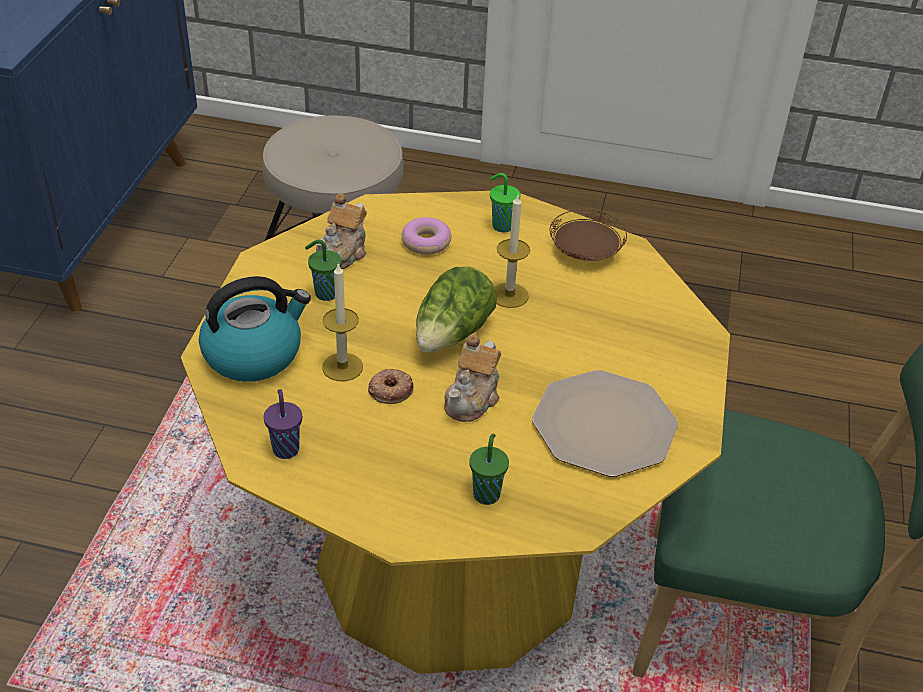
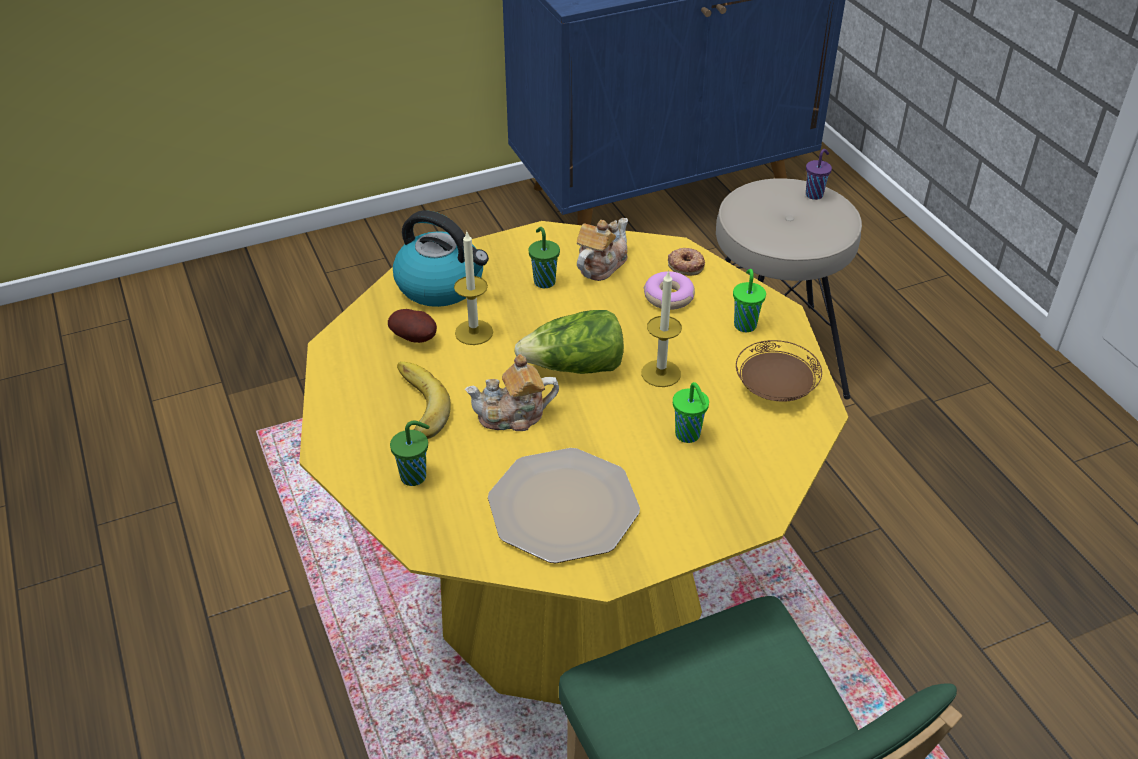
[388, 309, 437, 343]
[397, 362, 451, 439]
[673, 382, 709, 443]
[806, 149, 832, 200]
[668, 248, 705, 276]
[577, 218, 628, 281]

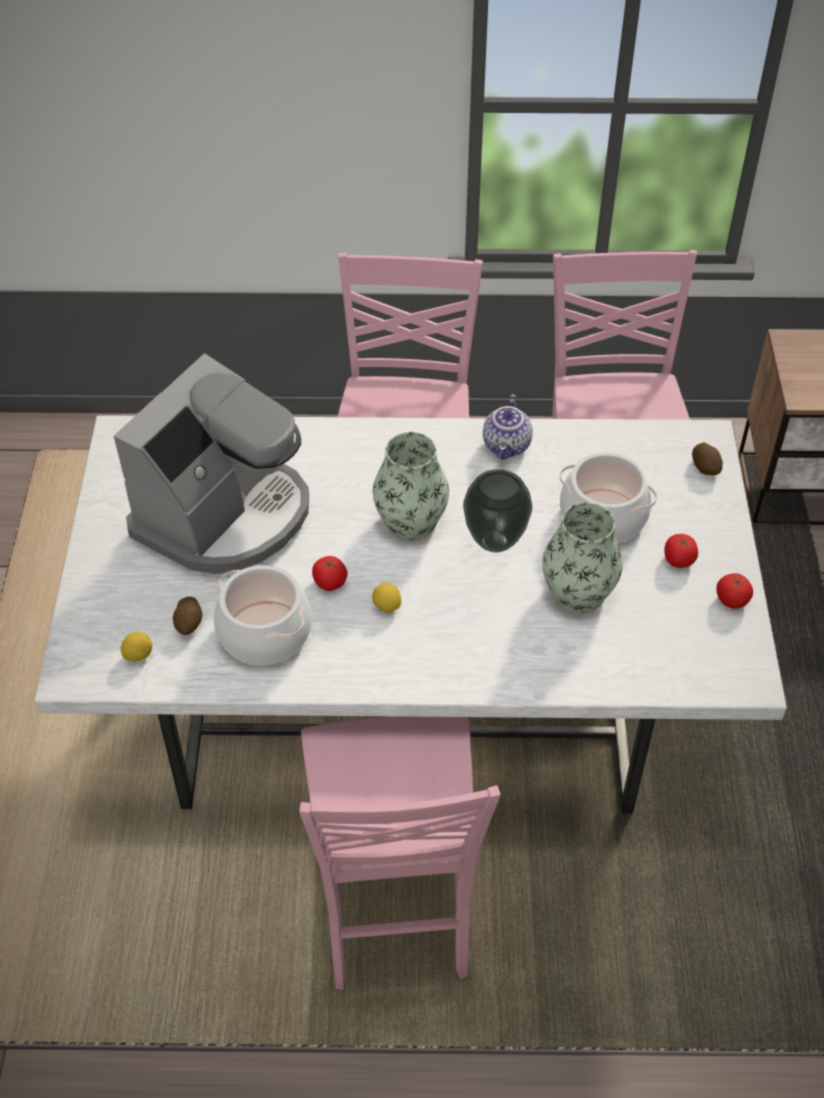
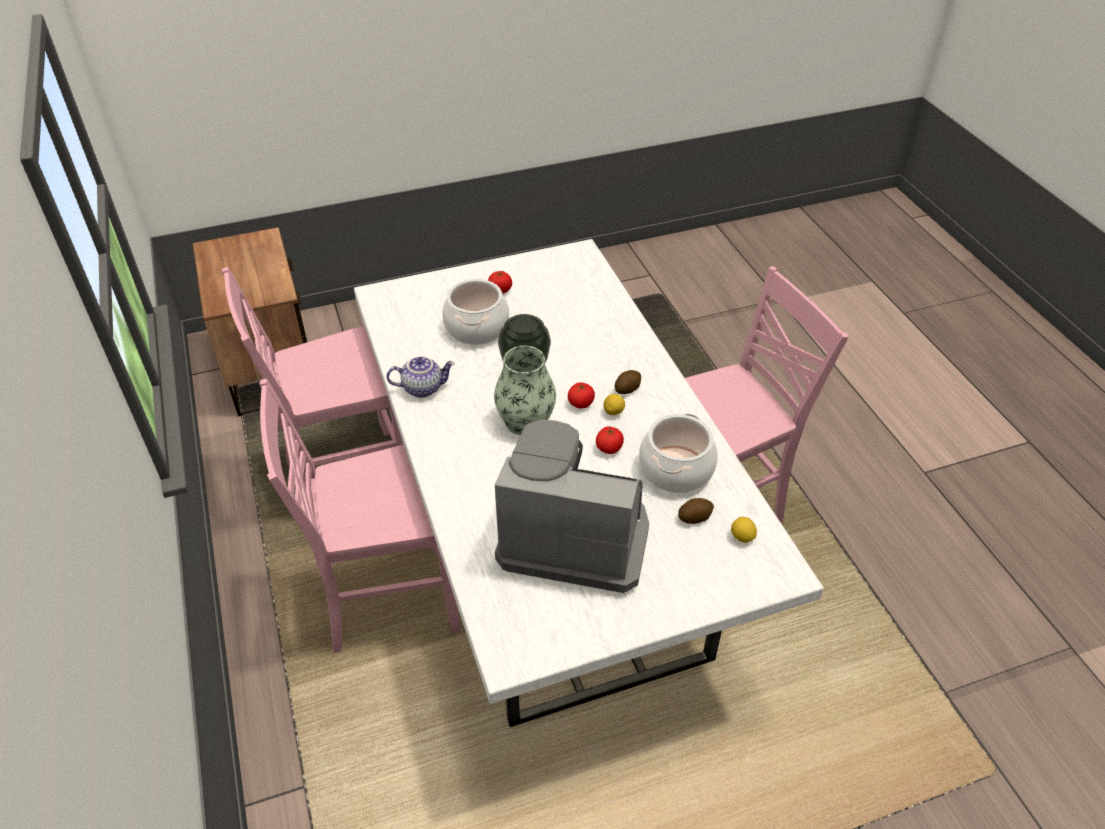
[542, 502, 623, 613] (first image)
[615, 370, 641, 394]
[568, 382, 595, 409]

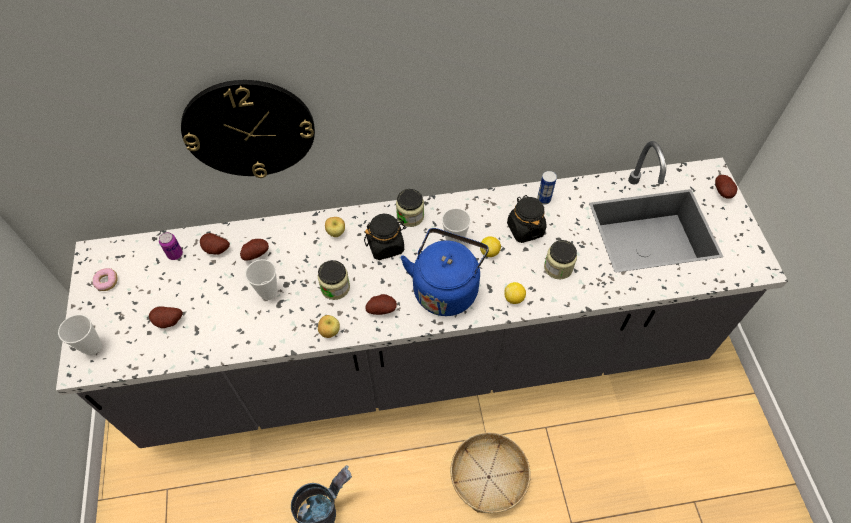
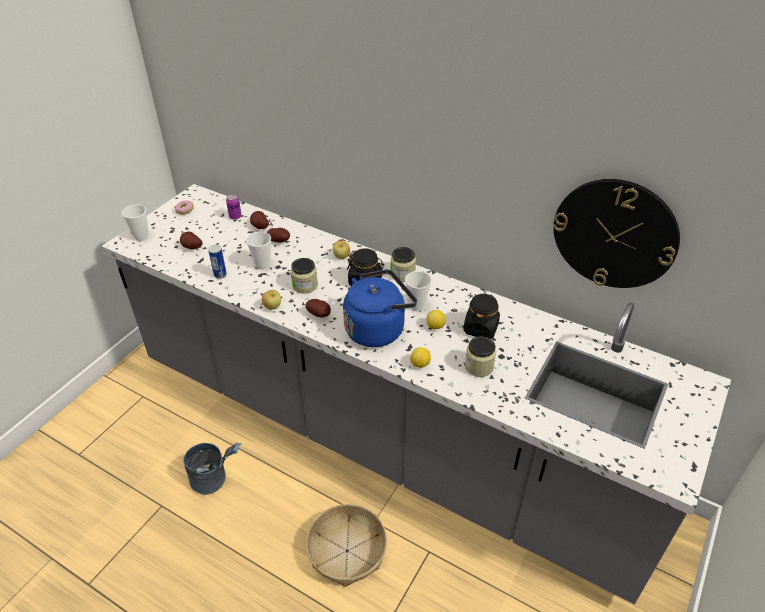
[715, 175, 737, 199] (first image)
[553, 179, 680, 288]
[208, 245, 227, 279]

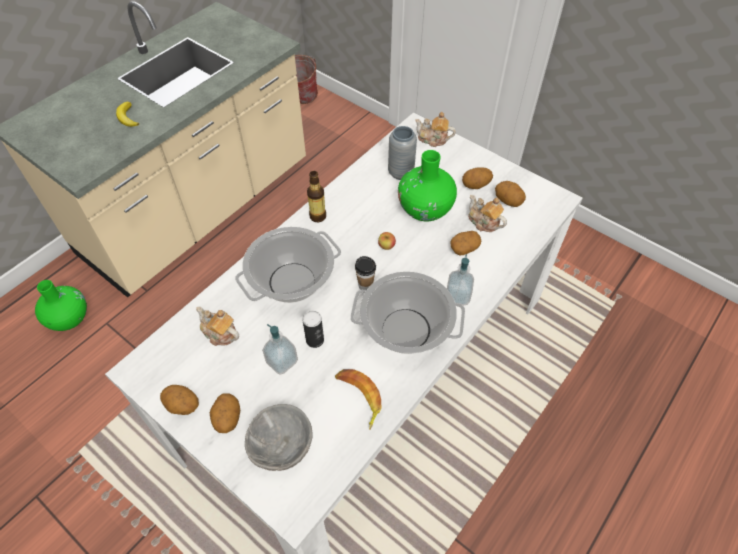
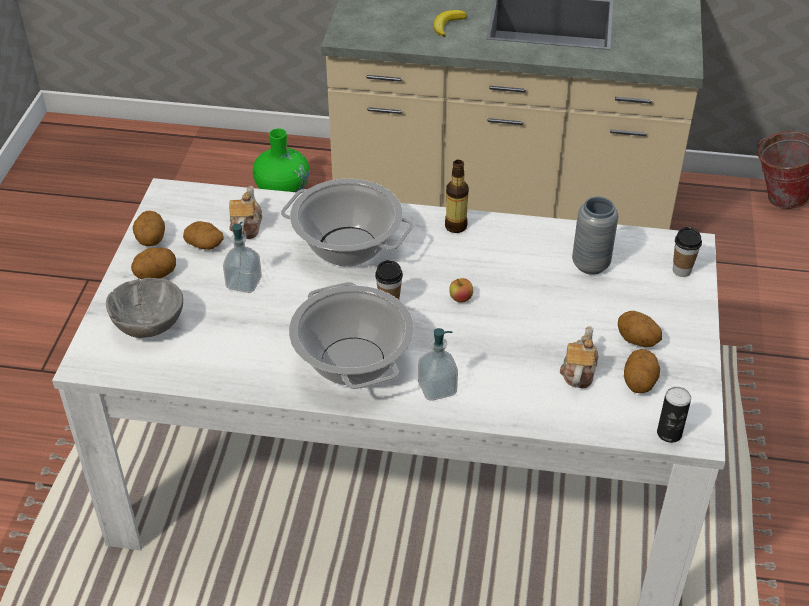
[335, 369, 382, 430] (first image)
[398, 150, 457, 221] (first image)
[657, 387, 691, 443]
[183, 221, 224, 250]
[673, 227, 702, 277]

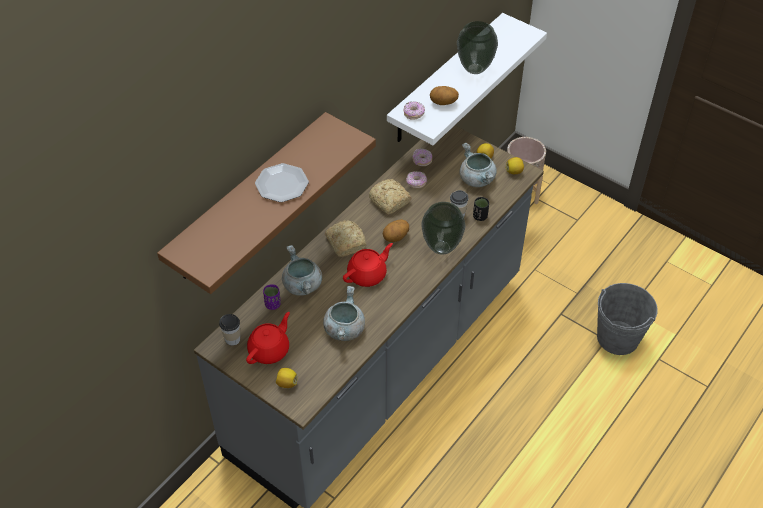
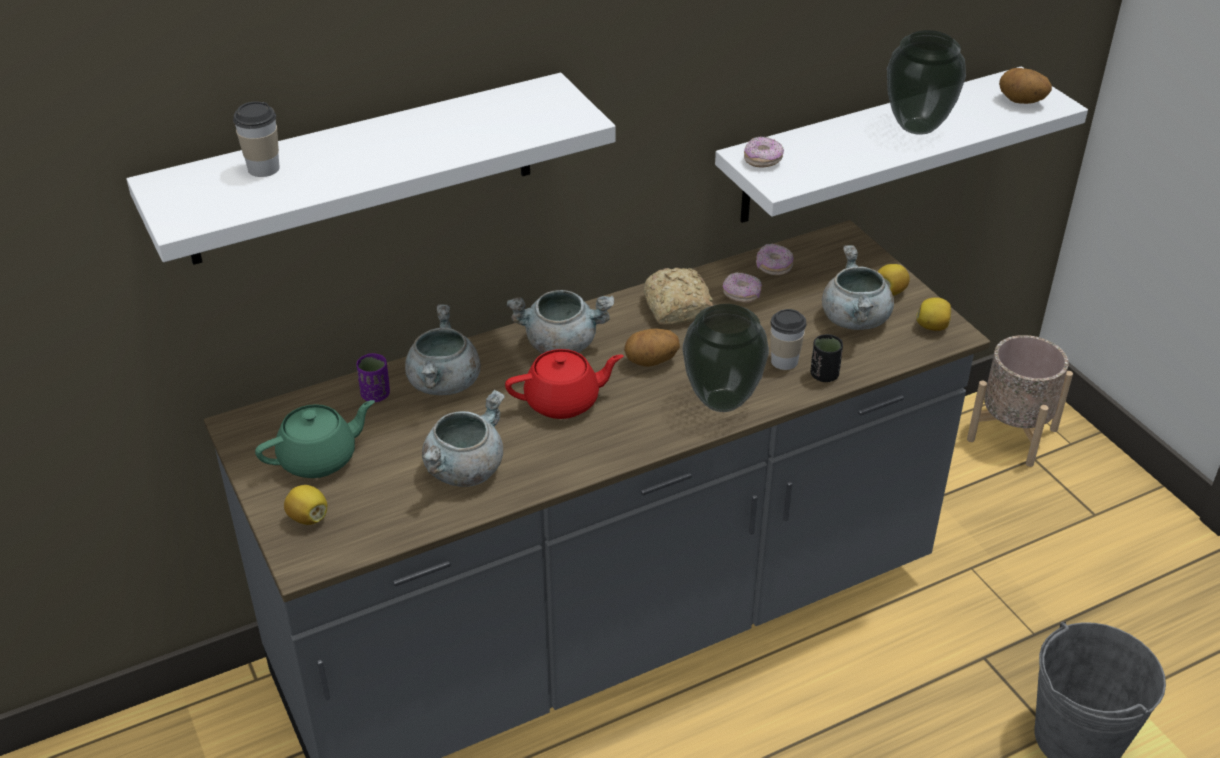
[255, 163, 309, 202] (first image)
[233, 102, 280, 177]
[999, 68, 1052, 104]
[507, 290, 614, 354]
[127, 73, 616, 265]
[255, 400, 375, 478]

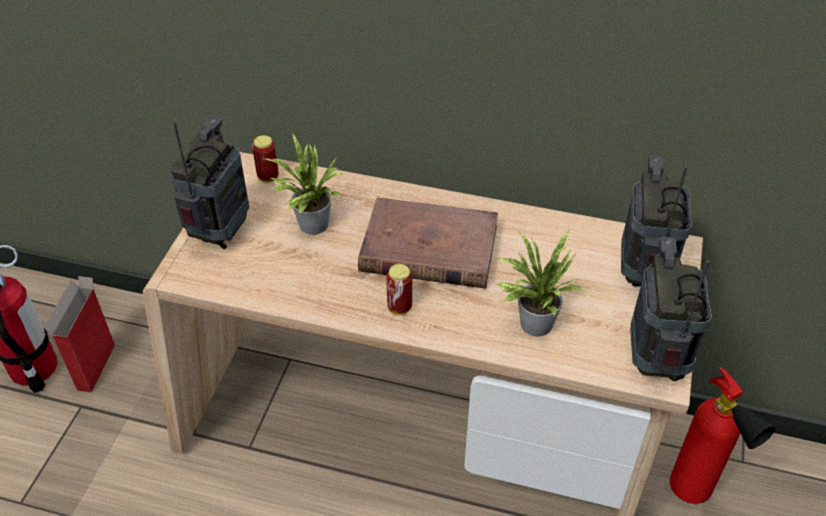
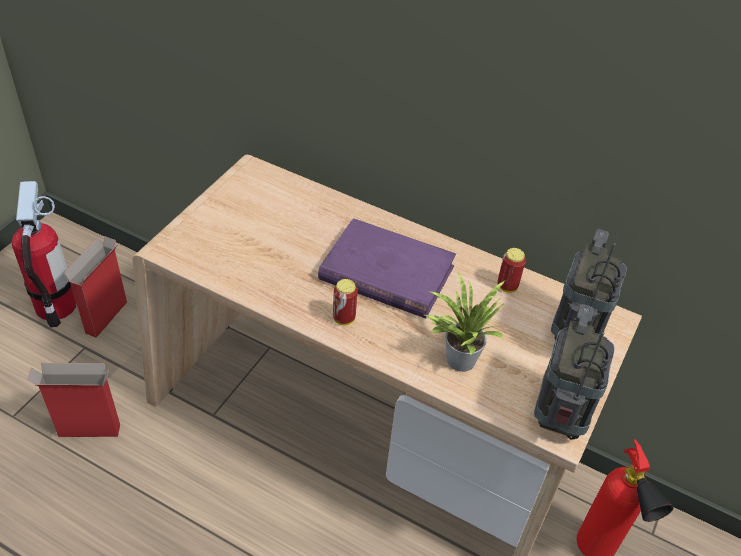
[170, 116, 249, 249] (first image)
[265, 134, 344, 235] (first image)
[27, 363, 120, 437]
[497, 248, 526, 293]
[318, 218, 456, 319]

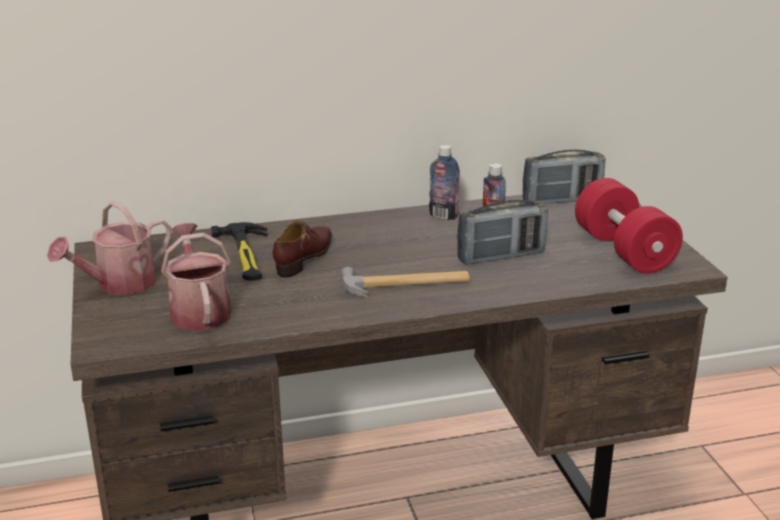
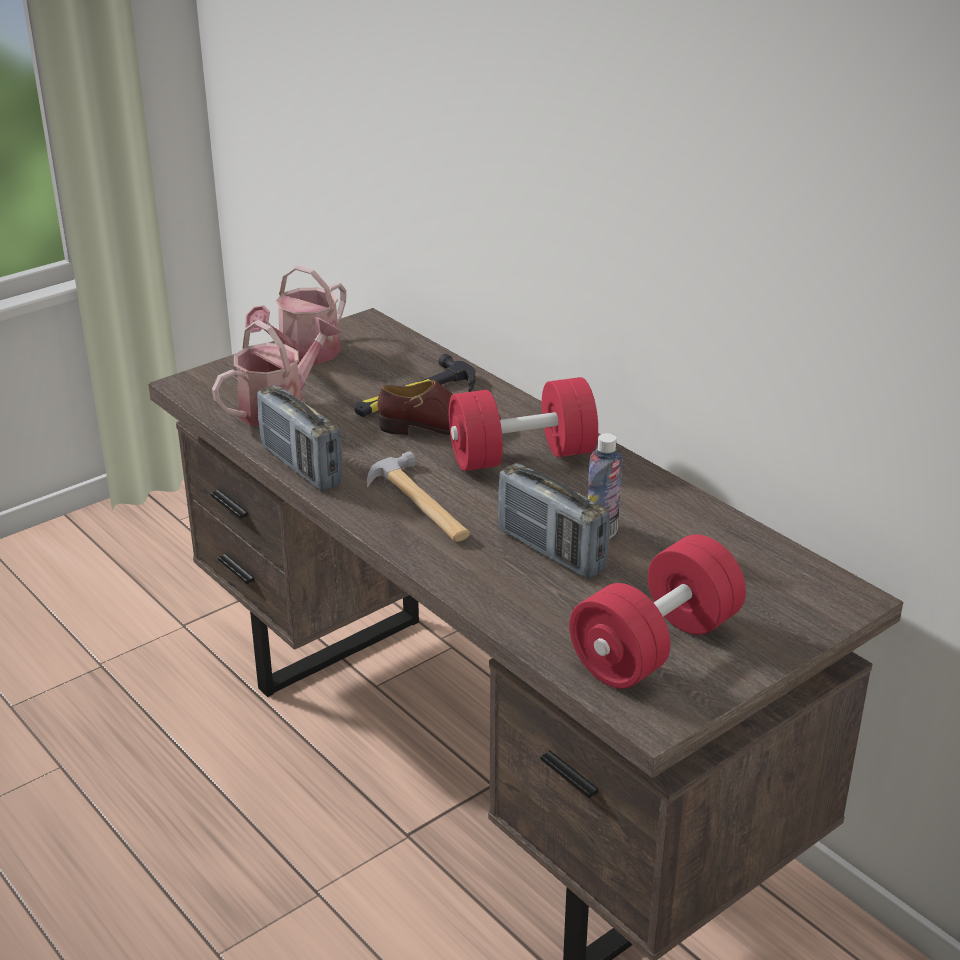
[429, 145, 460, 220] (first image)
[449, 377, 598, 471]
[257, 385, 343, 491]
[245, 266, 346, 364]

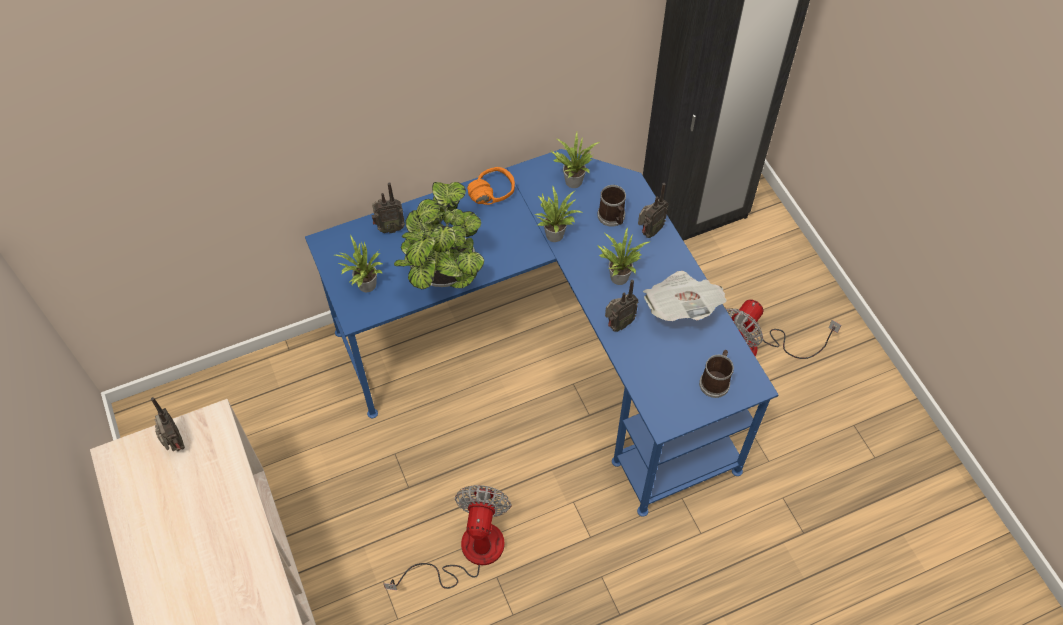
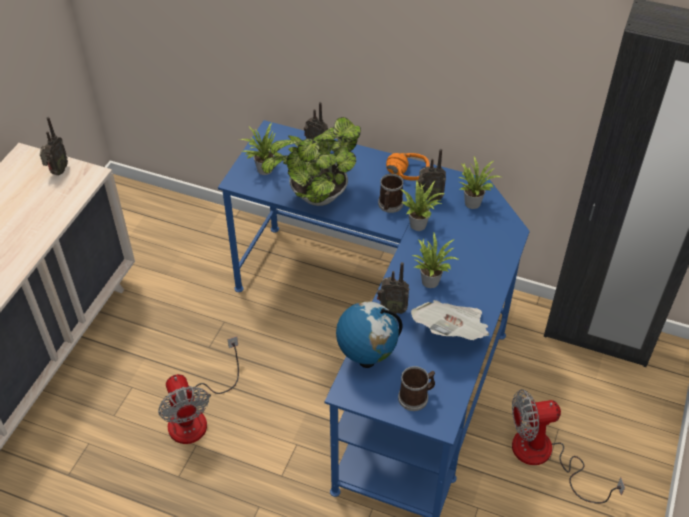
[336, 301, 403, 368]
[378, 174, 403, 213]
[417, 149, 446, 202]
[158, 336, 239, 444]

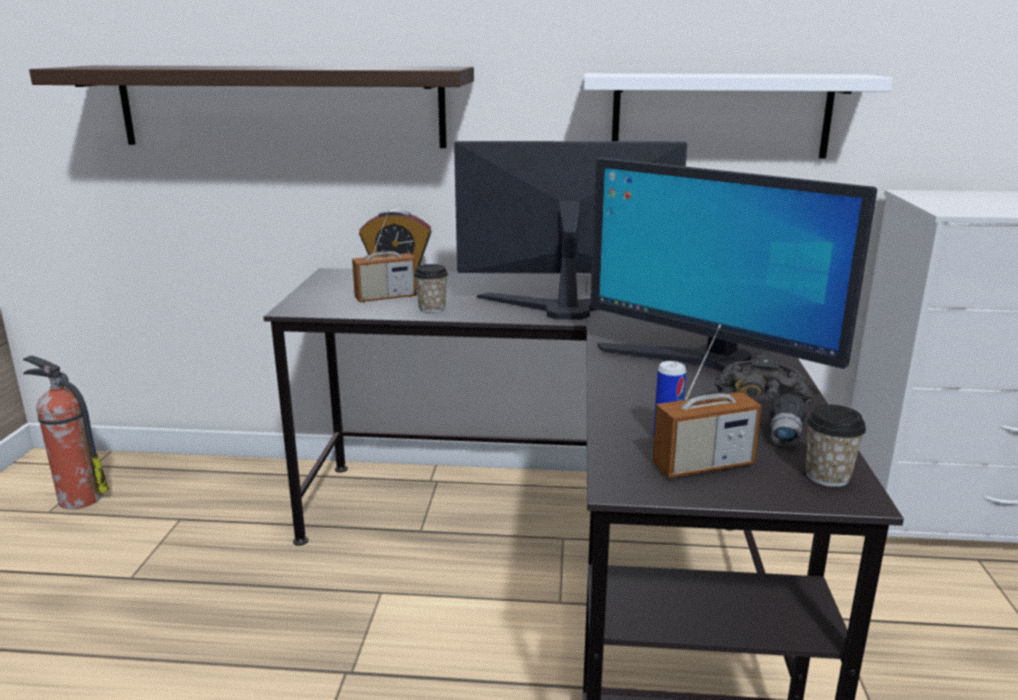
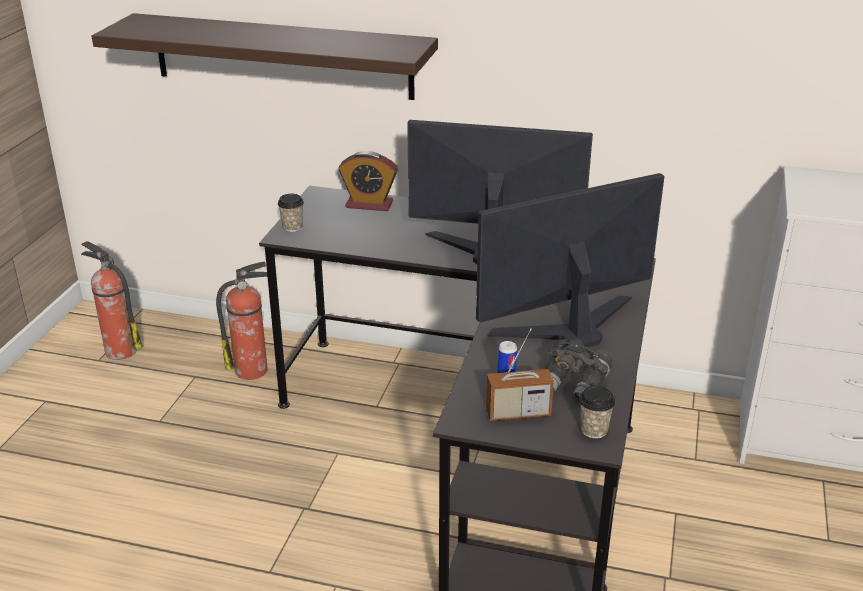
[352, 209, 417, 303] (first image)
[584, 73, 893, 159] (first image)
[216, 261, 268, 380]
[278, 194, 304, 232]
[476, 173, 665, 347]

